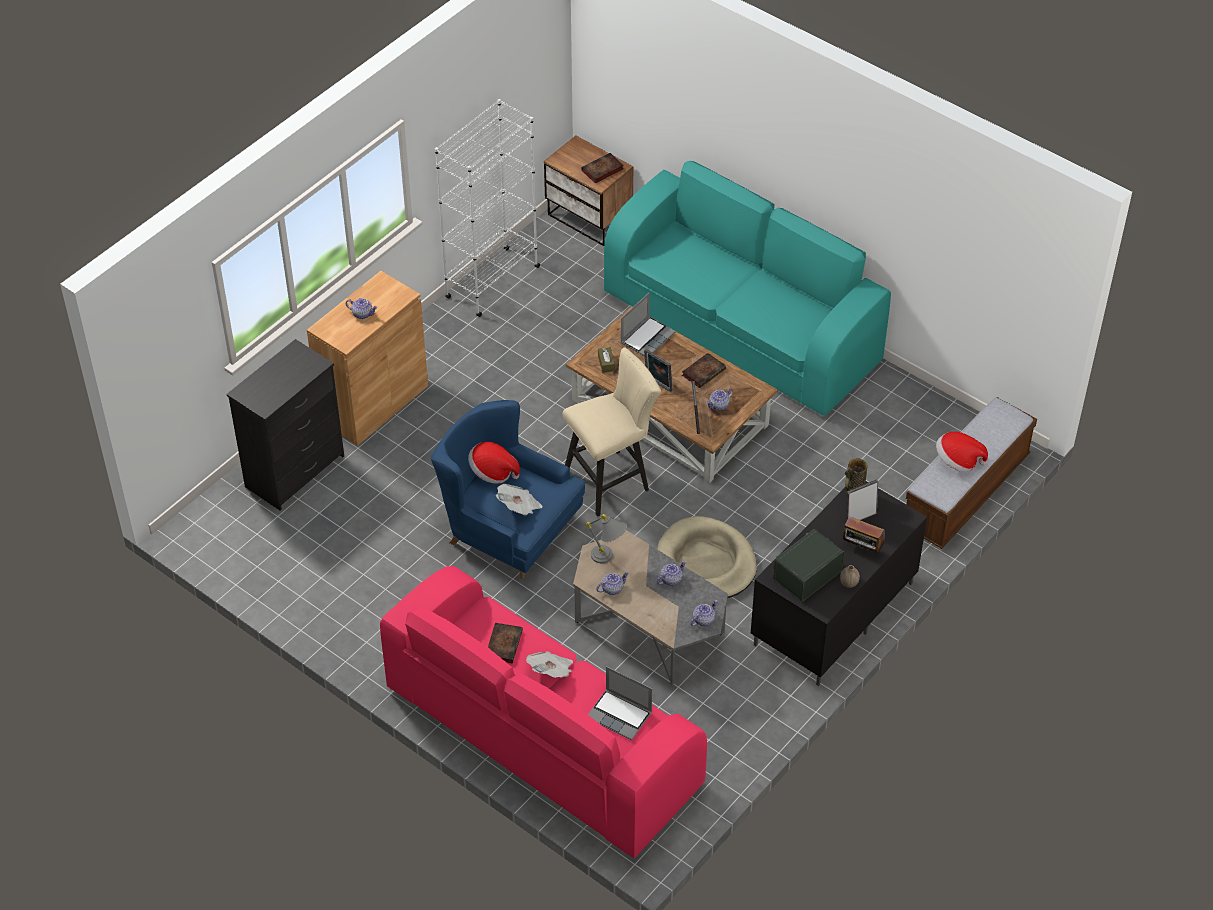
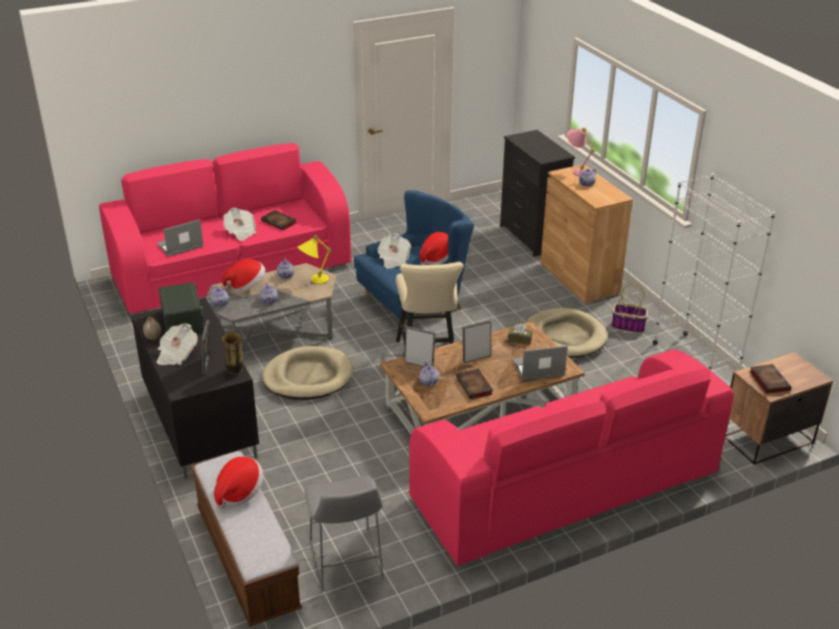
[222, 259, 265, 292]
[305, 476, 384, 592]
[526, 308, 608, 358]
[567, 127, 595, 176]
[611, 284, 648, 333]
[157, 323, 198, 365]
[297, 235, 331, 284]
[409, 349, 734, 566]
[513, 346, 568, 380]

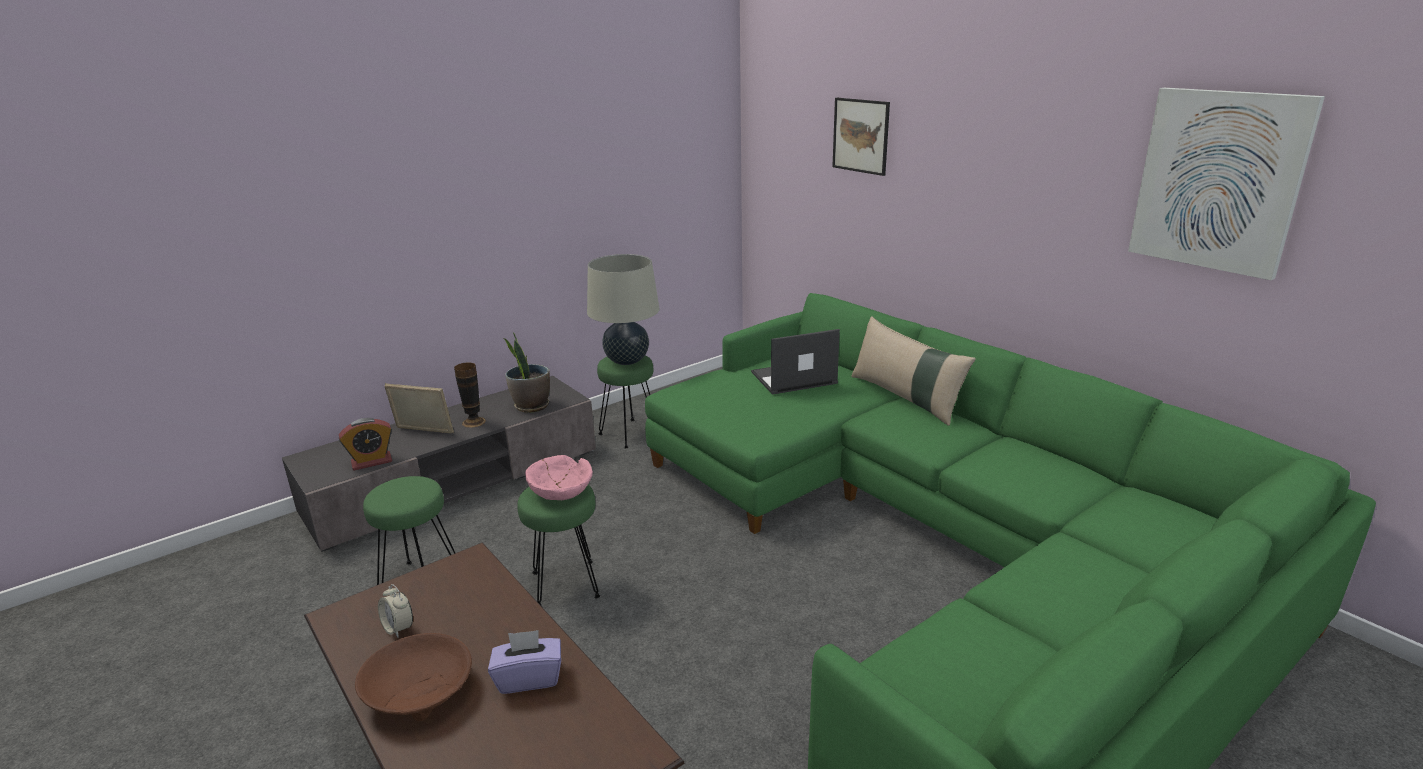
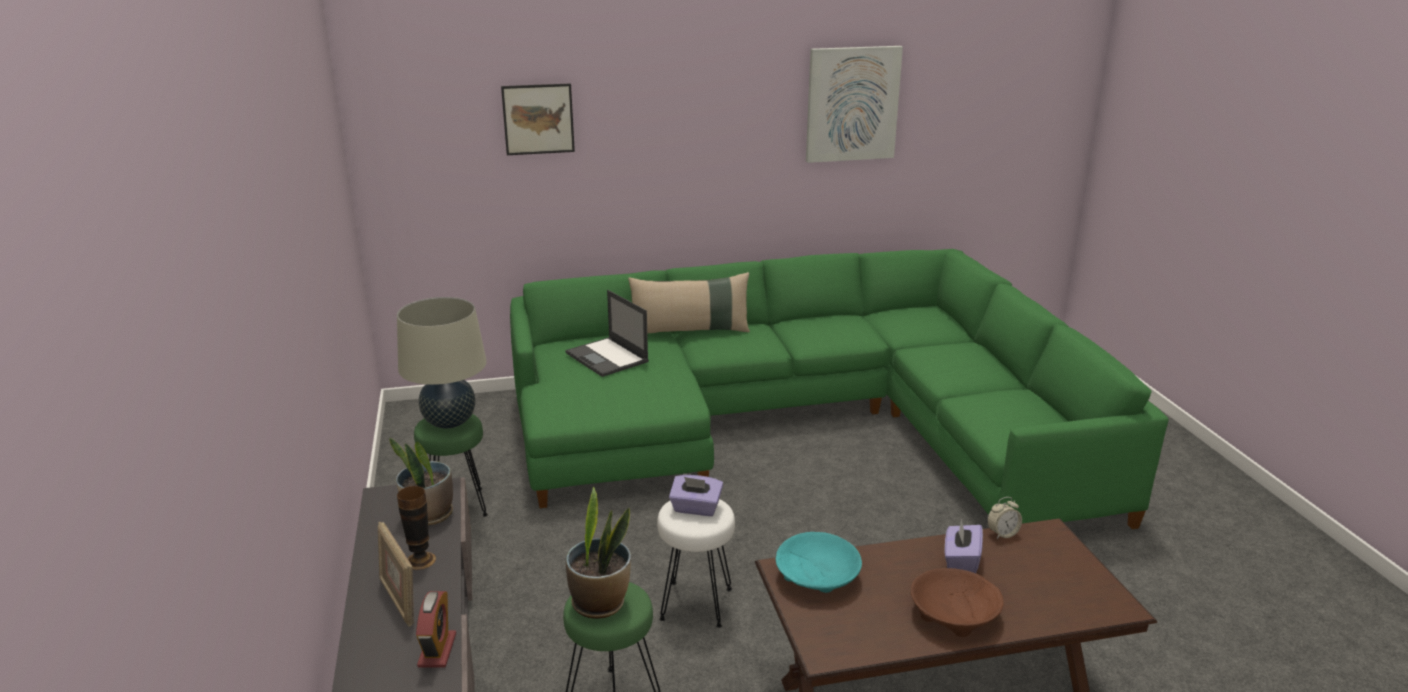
[566, 486, 631, 619]
[776, 532, 862, 593]
[987, 497, 1022, 539]
[669, 475, 723, 516]
[657, 499, 735, 628]
[378, 522, 414, 627]
[565, 290, 649, 377]

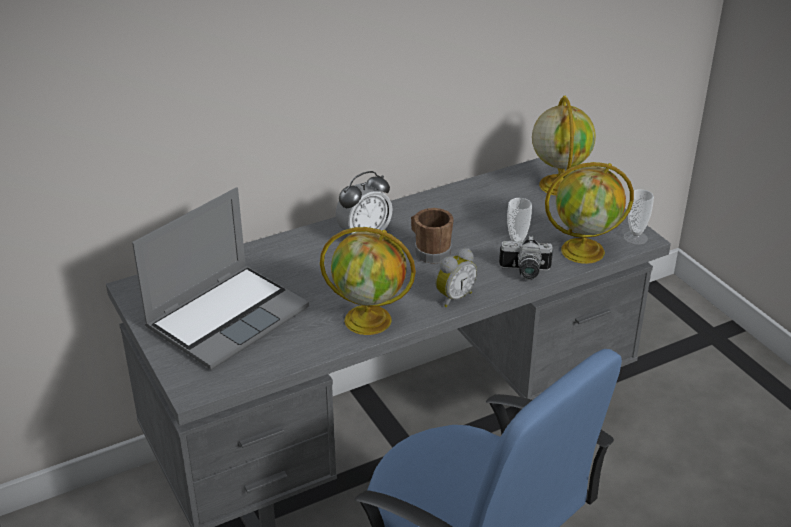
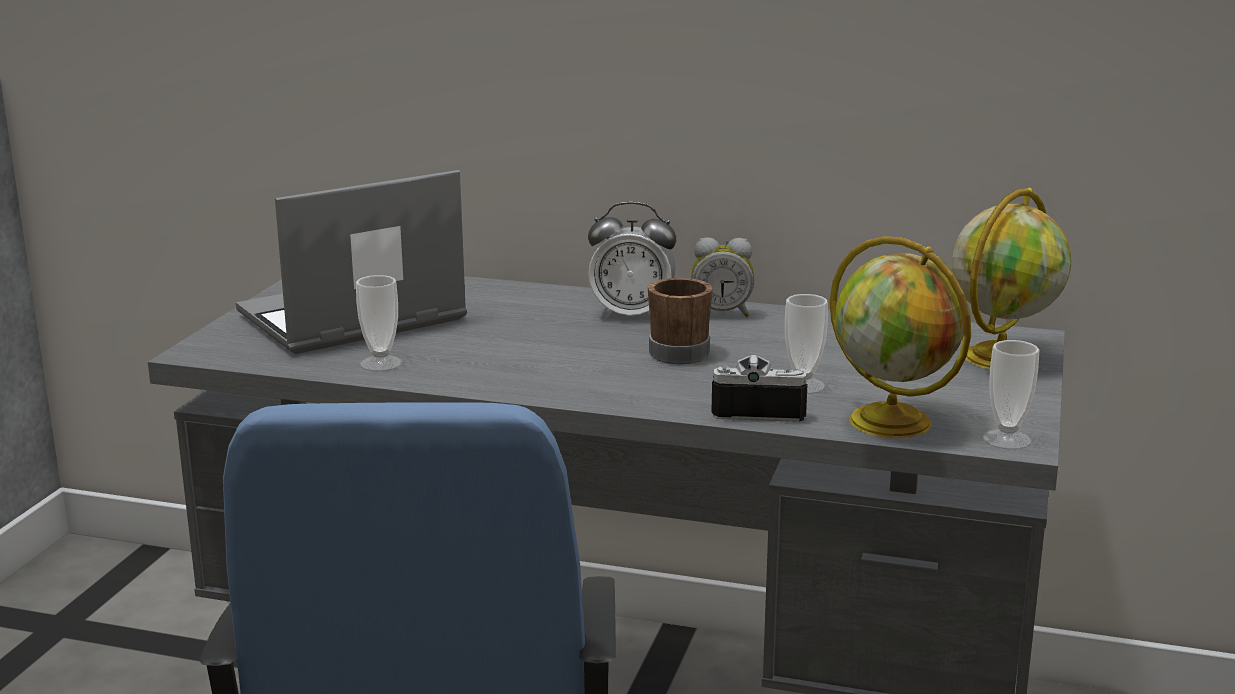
[320, 227, 416, 335] (first image)
[356, 275, 402, 371]
[691, 237, 754, 317]
[236, 170, 467, 354]
[711, 355, 807, 422]

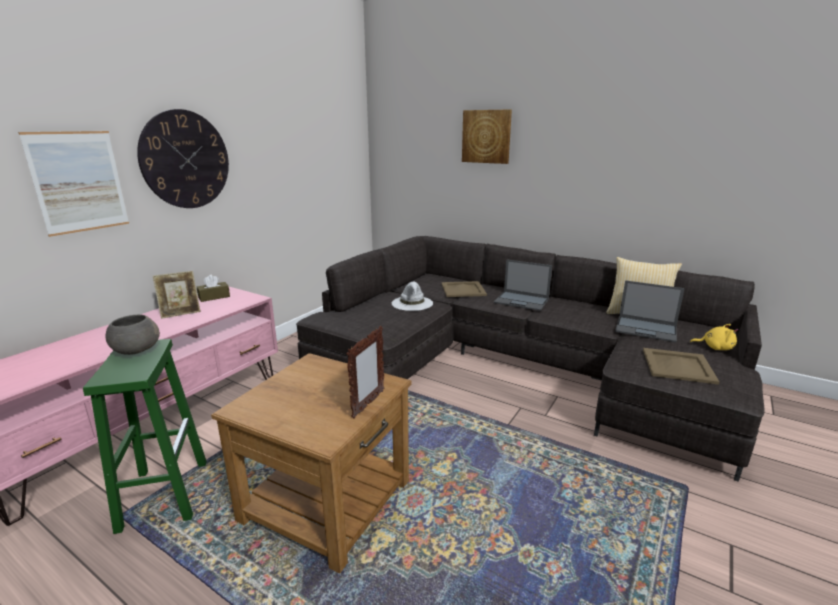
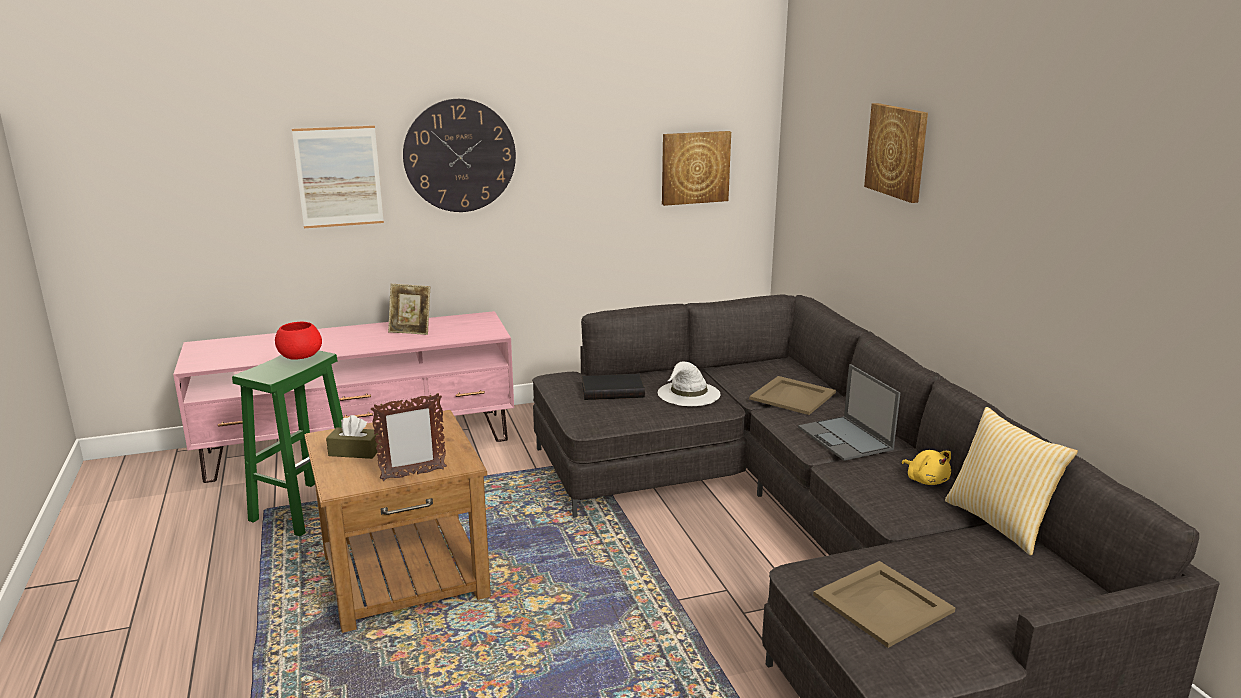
[615, 280, 685, 343] (first image)
[582, 373, 645, 400]
[662, 131, 731, 206]
[326, 415, 381, 459]
[902, 450, 951, 485]
[275, 322, 322, 360]

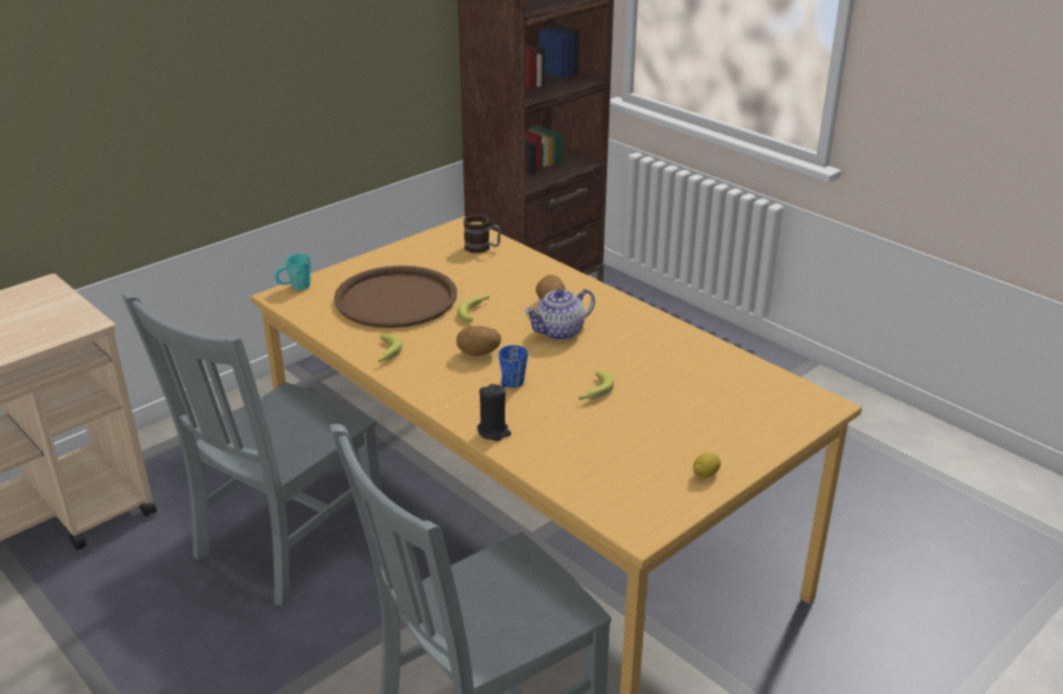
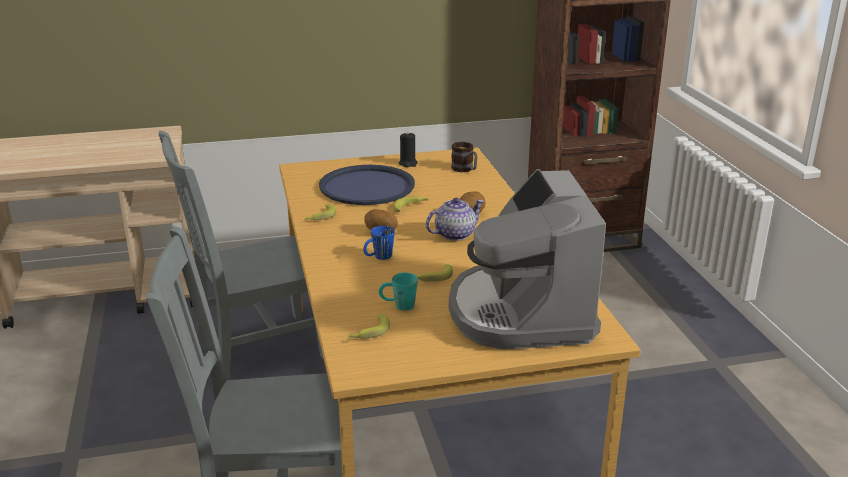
[693, 453, 721, 478] (first image)
[349, 314, 390, 339]
[449, 169, 606, 349]
[379, 273, 418, 311]
[399, 133, 418, 167]
[319, 165, 415, 205]
[426, 198, 485, 241]

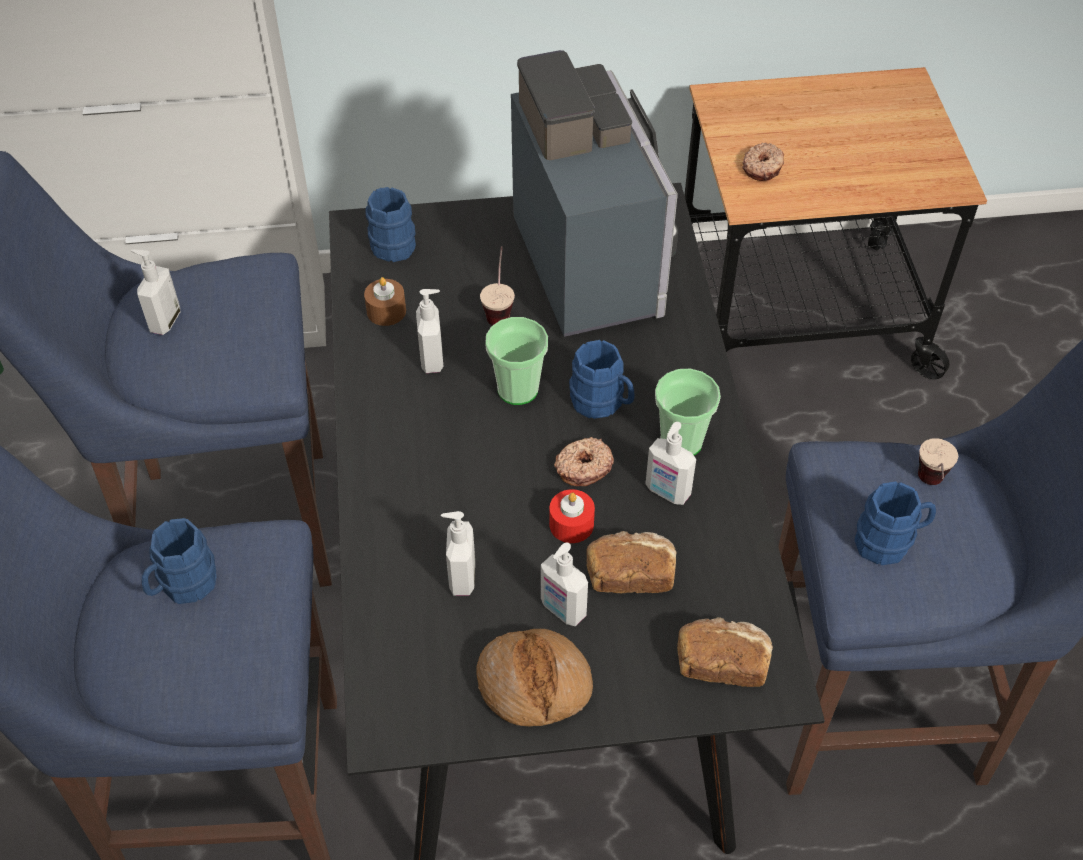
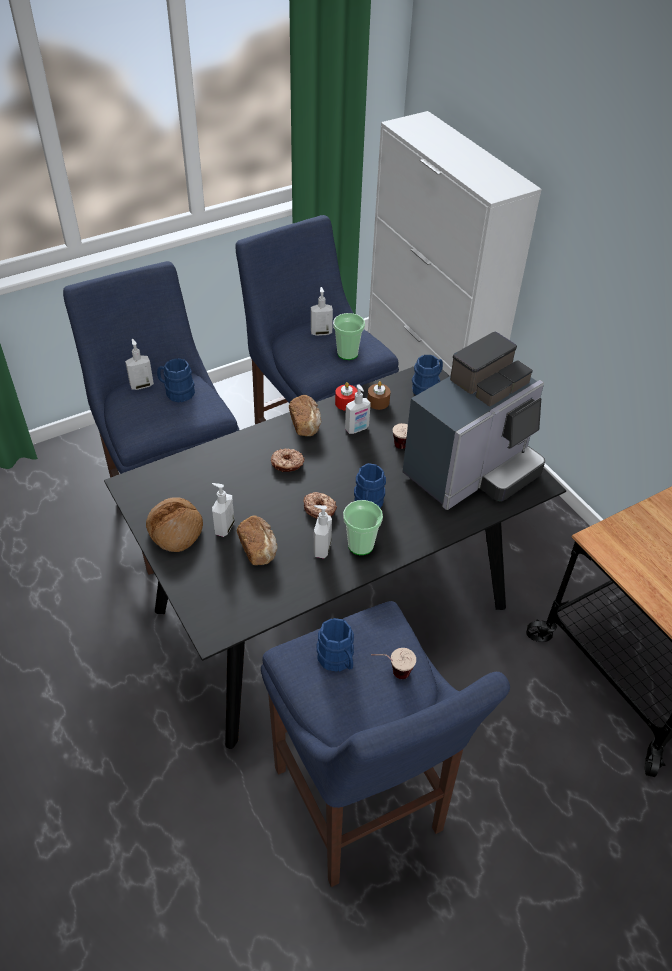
[125, 339, 154, 390]
[333, 313, 365, 360]
[335, 382, 358, 411]
[289, 395, 321, 436]
[271, 448, 304, 472]

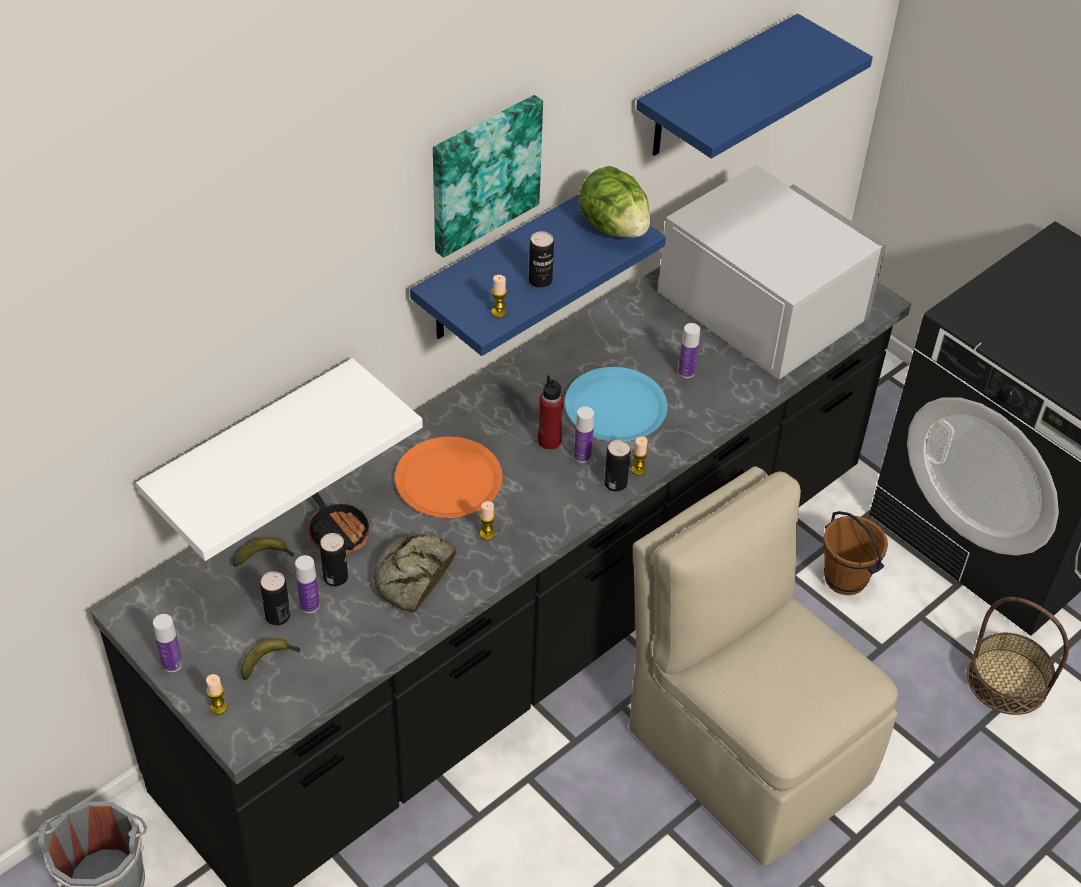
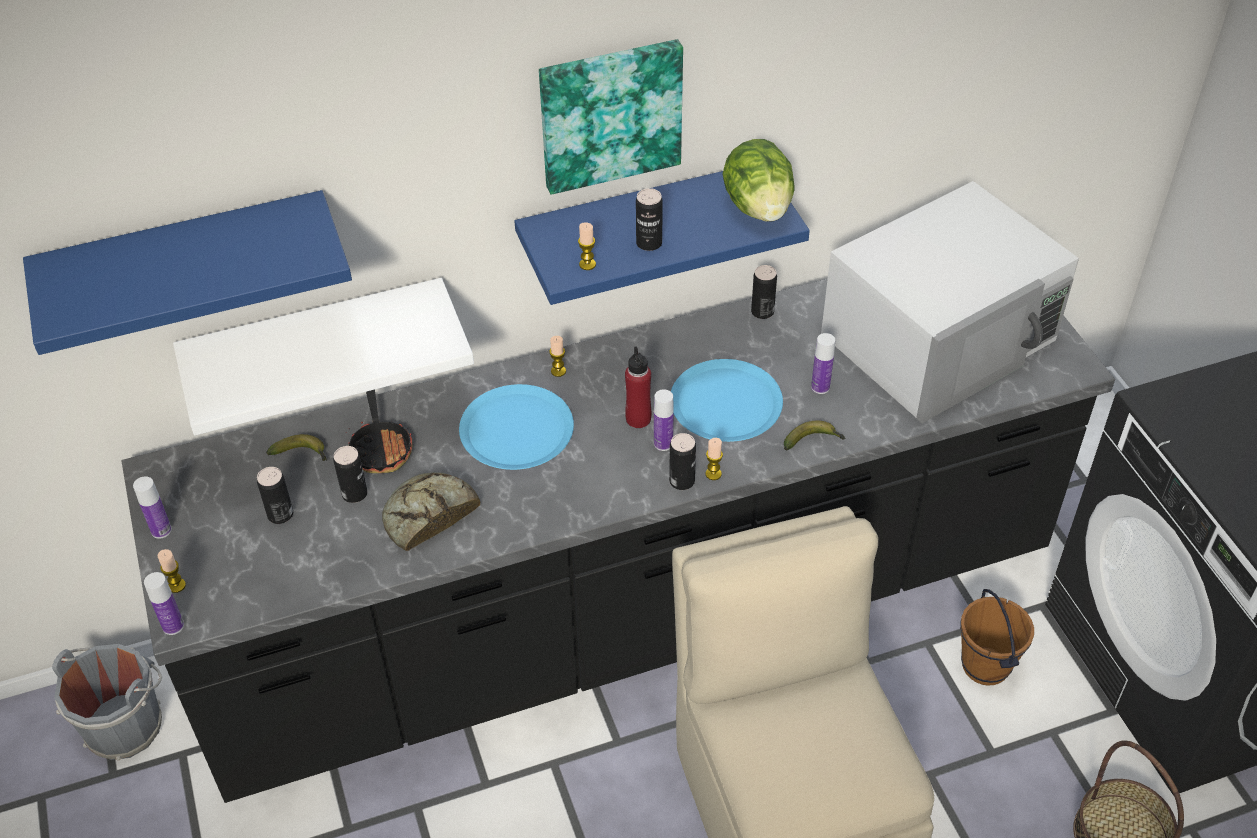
[751, 265, 777, 319]
[784, 421, 846, 450]
[144, 572, 184, 635]
[549, 336, 566, 377]
[23, 190, 352, 355]
[459, 384, 574, 470]
[821, 181, 1079, 423]

